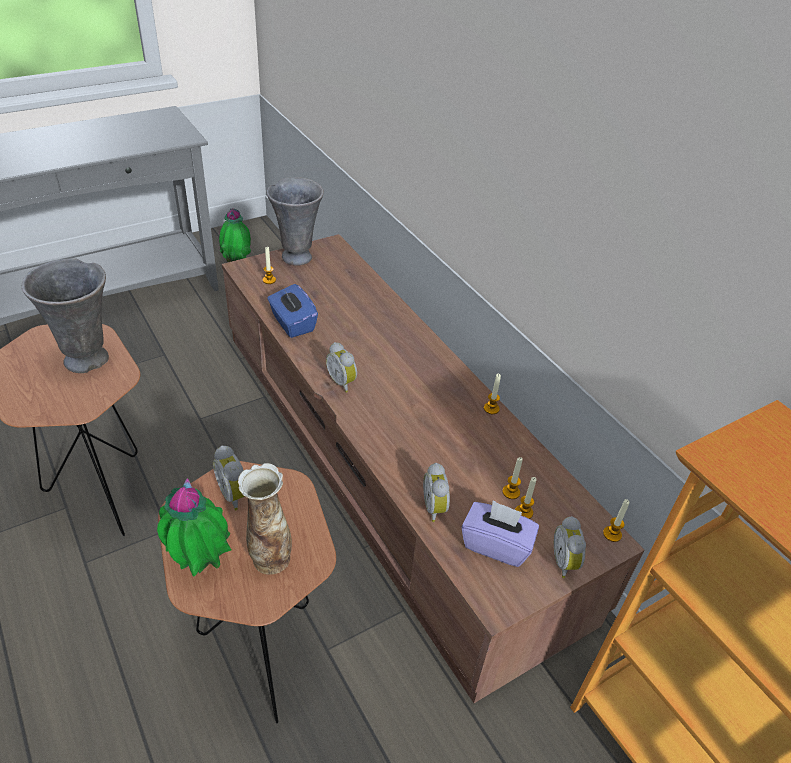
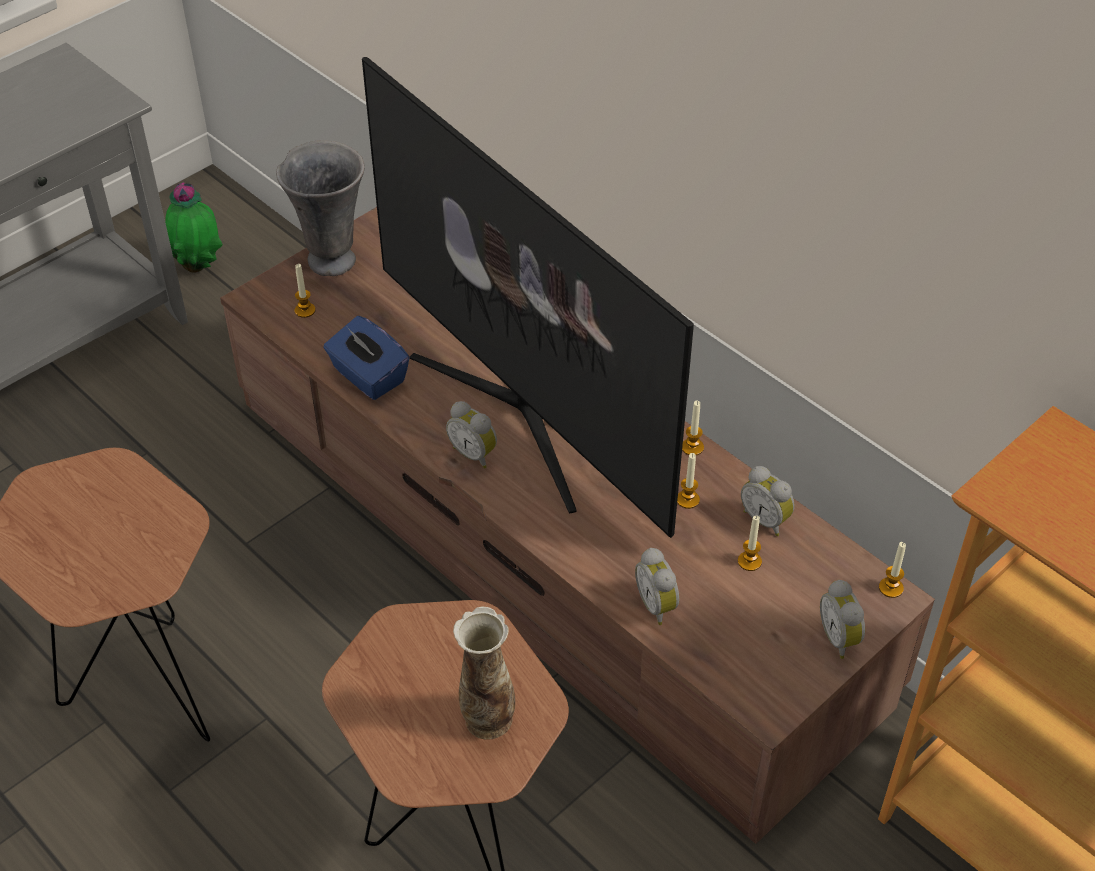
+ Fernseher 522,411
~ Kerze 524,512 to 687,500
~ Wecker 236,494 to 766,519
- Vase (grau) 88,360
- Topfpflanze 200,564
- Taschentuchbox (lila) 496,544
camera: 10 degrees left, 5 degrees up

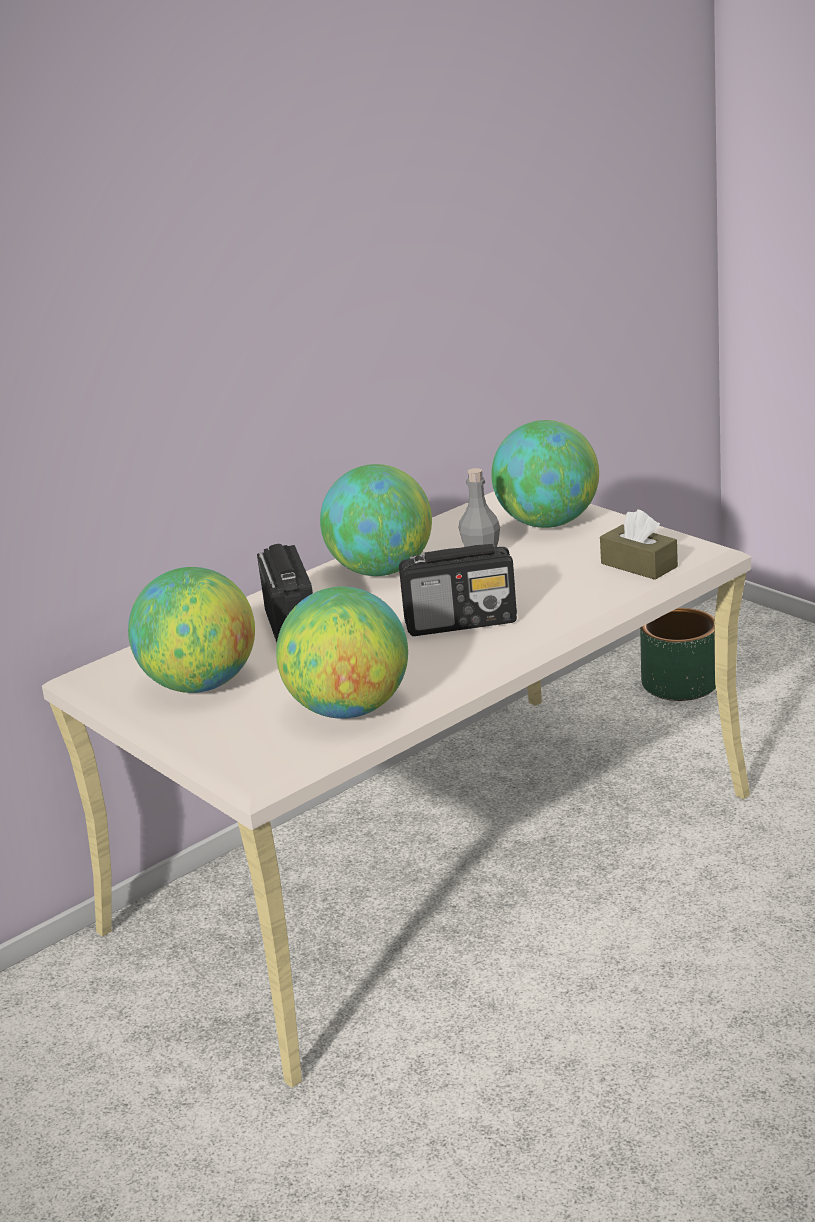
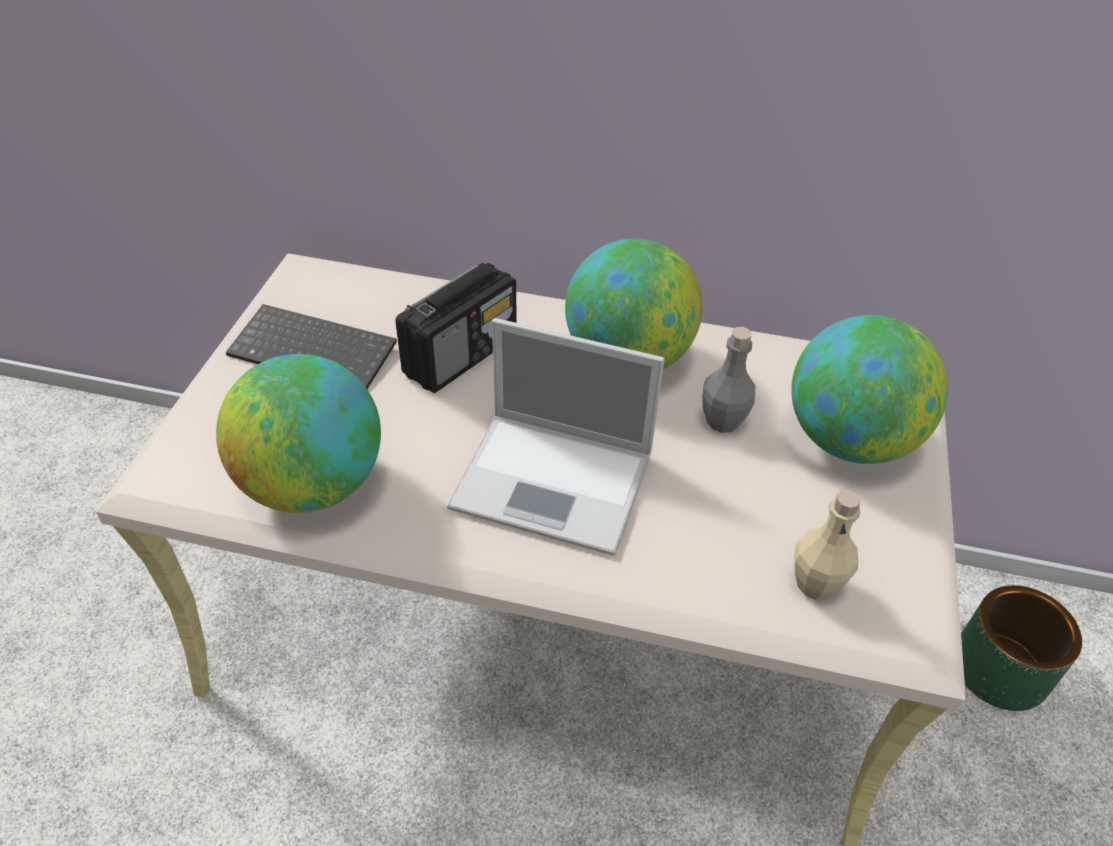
~ Globus 201,684 to Tastatur 316,350
~ Radio 462,622 to Laptop 556,482
~ Taschentuchbox (braun) 639,565 to Flasche (beige) 815,584
camera: 50 degrees right, 20 degrees up

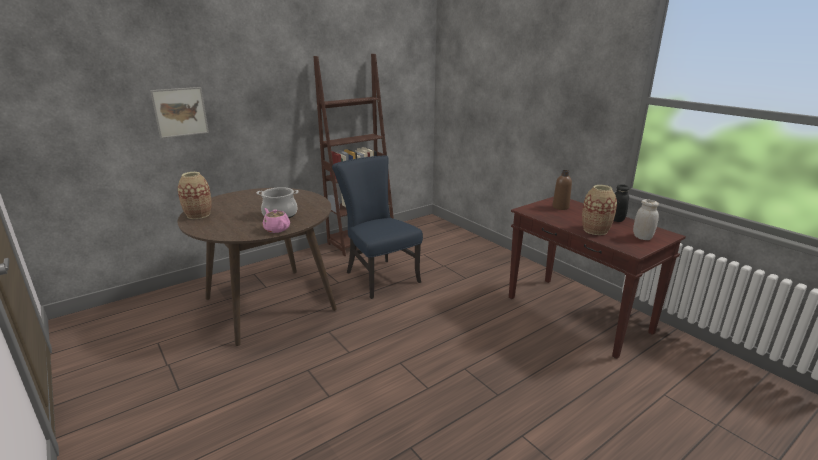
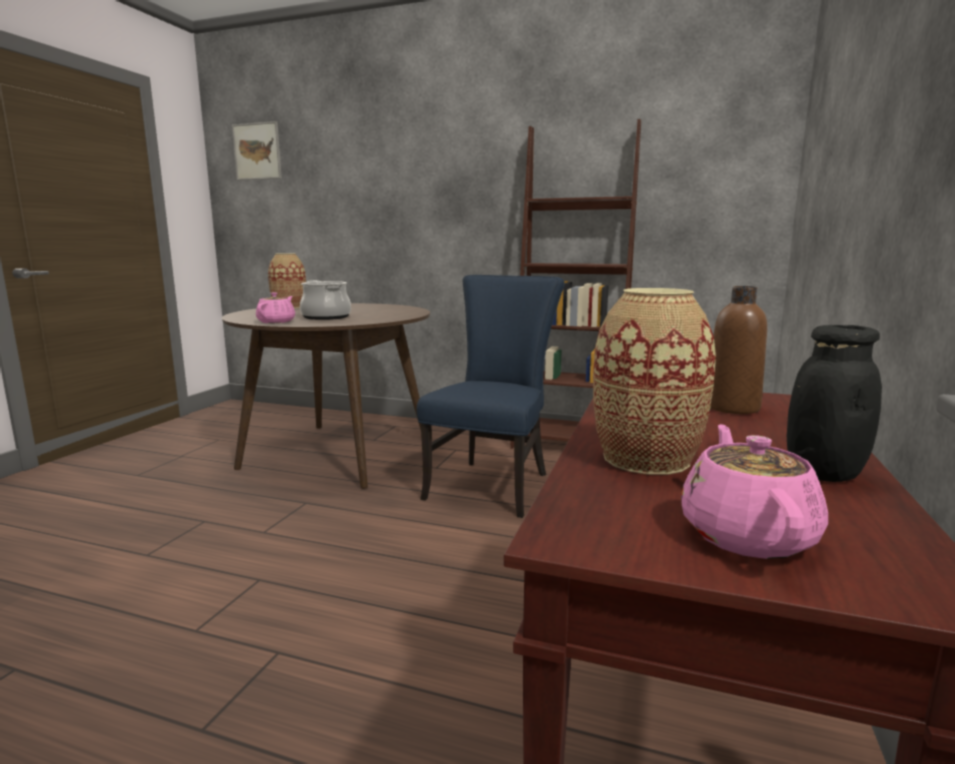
~ Bild 180,112 to 257,151
~ Vorratsglas (weiß) 642,237 to Teekanne (rosa) 746,534
camera: 55 degrees right, 10 degrees down

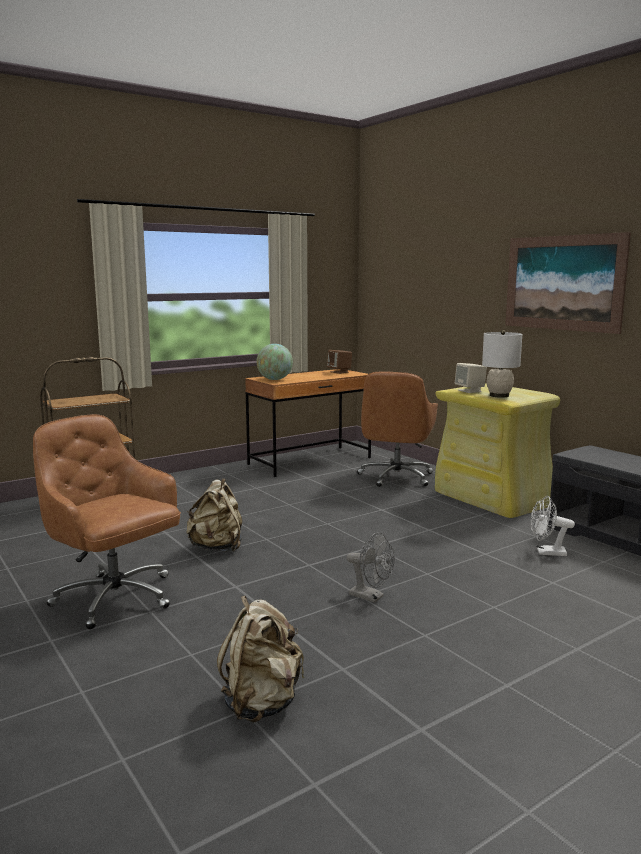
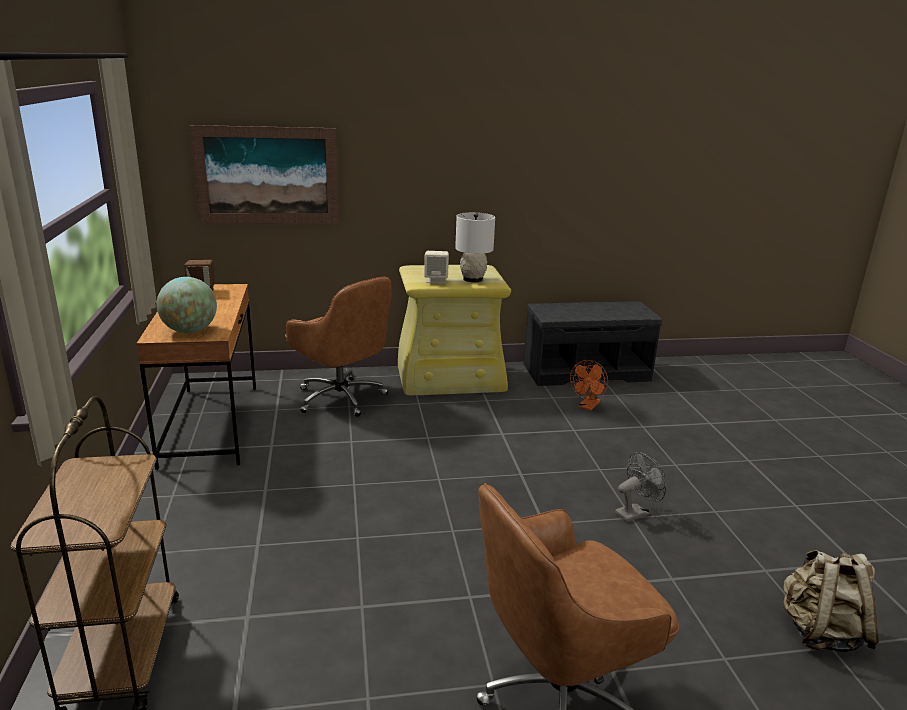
~ Bild 563,283 to 267,175
~ Ventilator (weiß) 546,552 to Ventilator (orange) 587,406
- Rucksack (beige) 217,547
camera: 65 degrees left, 10 degrees up

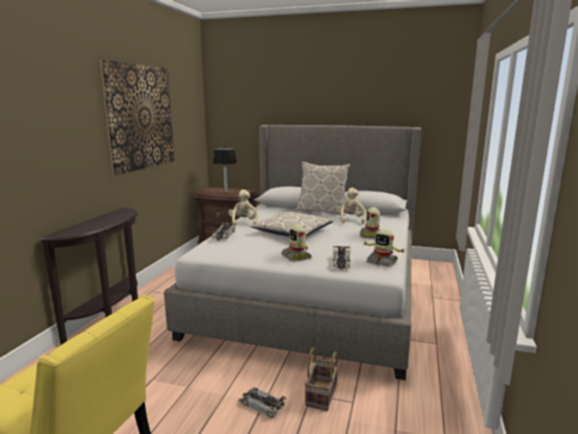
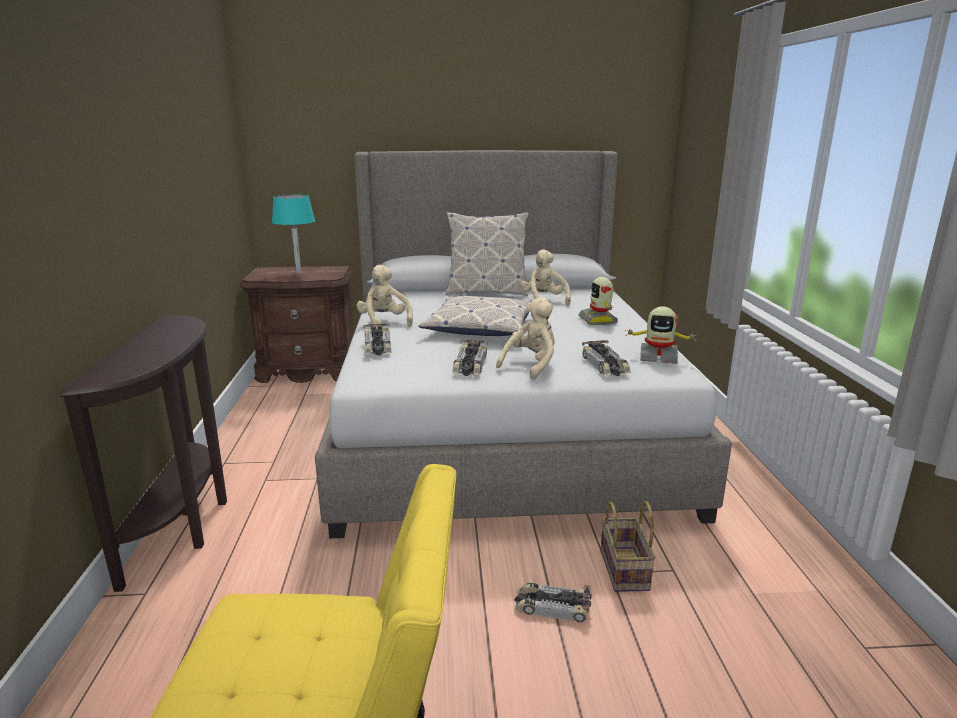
~ Tischlampe (schwarz) 226,191 to Tischlampe (türkis) 298,272
+ Spielzeugauto 470,365
~ Spielzeugroboter 296,256 to Plüschtier (beige) 531,366
- Bild 140,117
camera: 20 degrees left, 5 degrees up

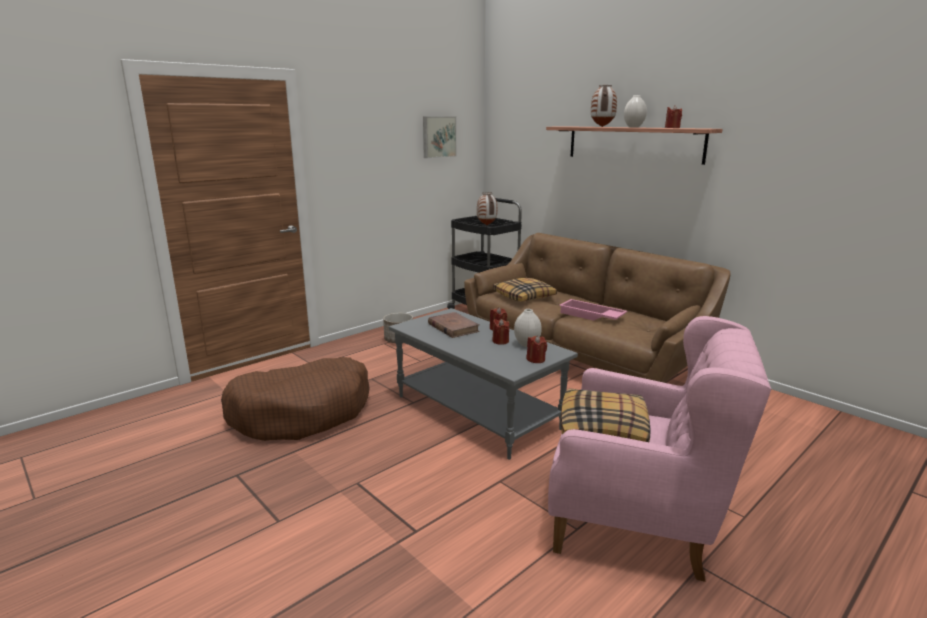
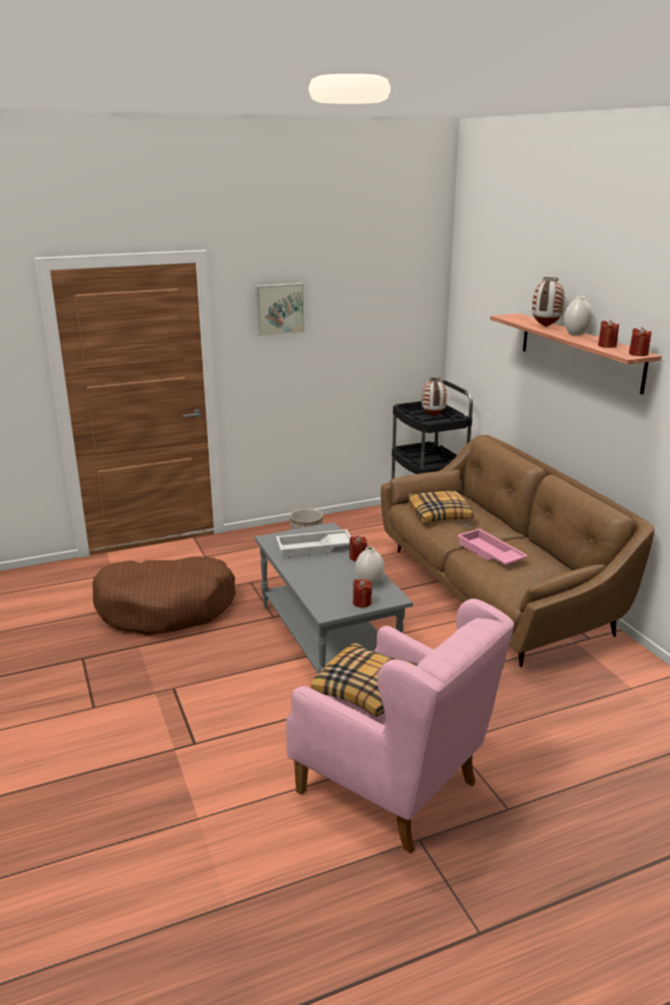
~ Bild 438,137 to 279,308
~ Buch (braun) 453,327 to Tablett (weiß) 314,549
~ Kerze (rot) 500,341 to 638,354
camera: 20 degrees right, 5 degrees up

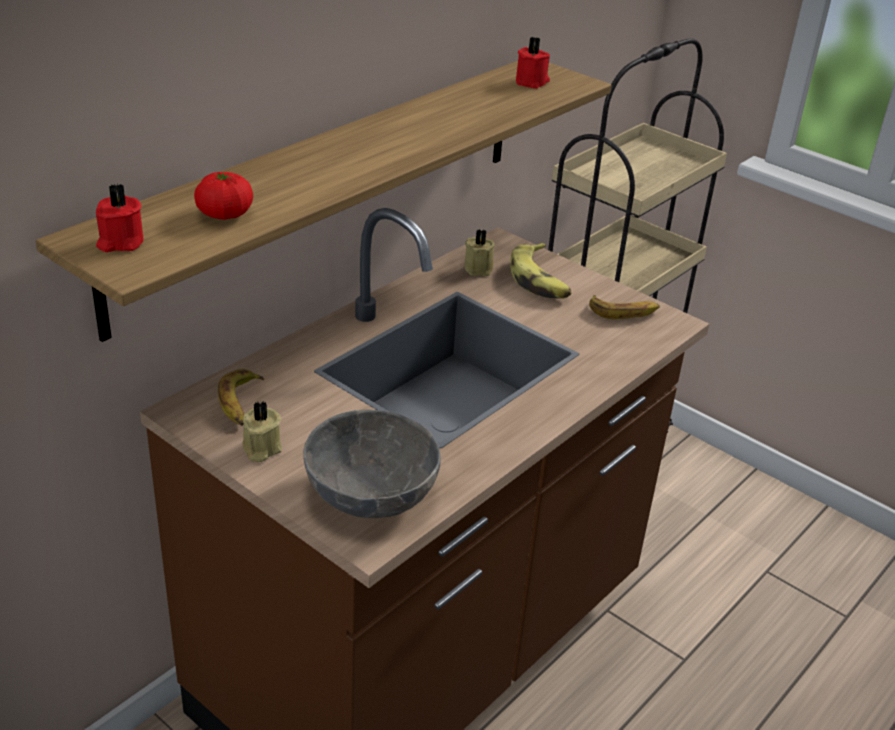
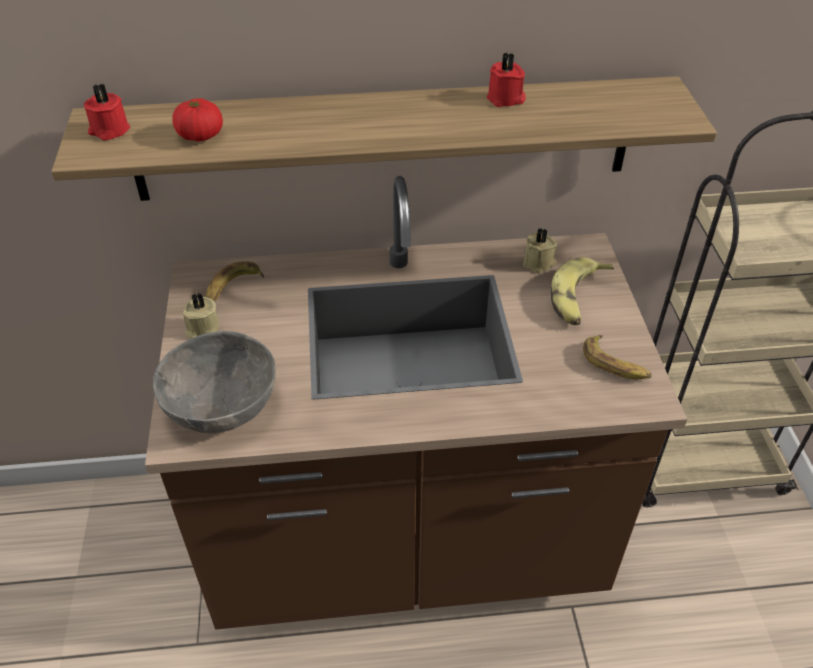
~ Kerze (rot) 532,82 to 506,99
camera: 45 degrees right, 10 degrees up

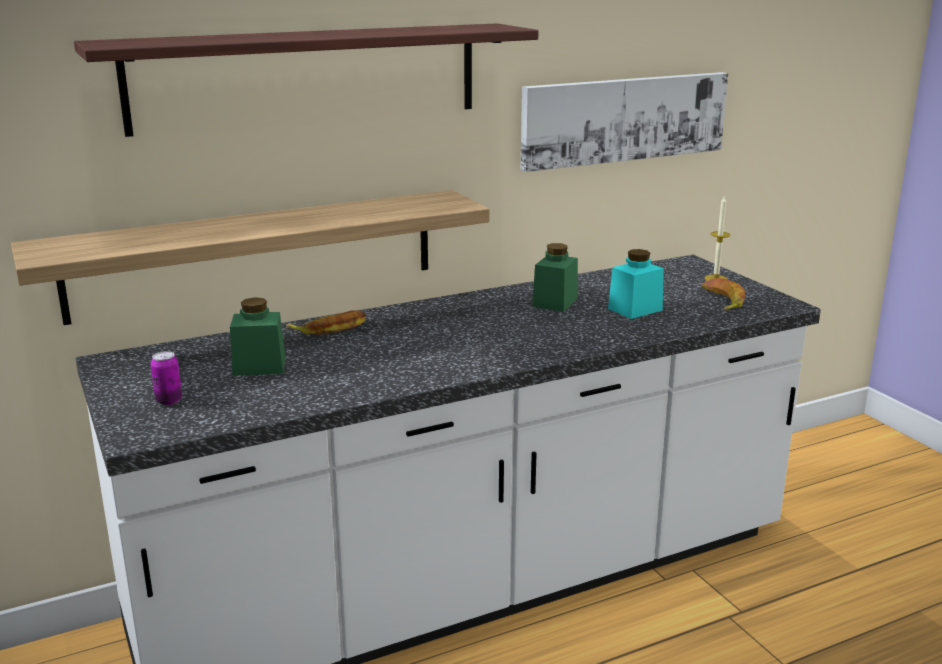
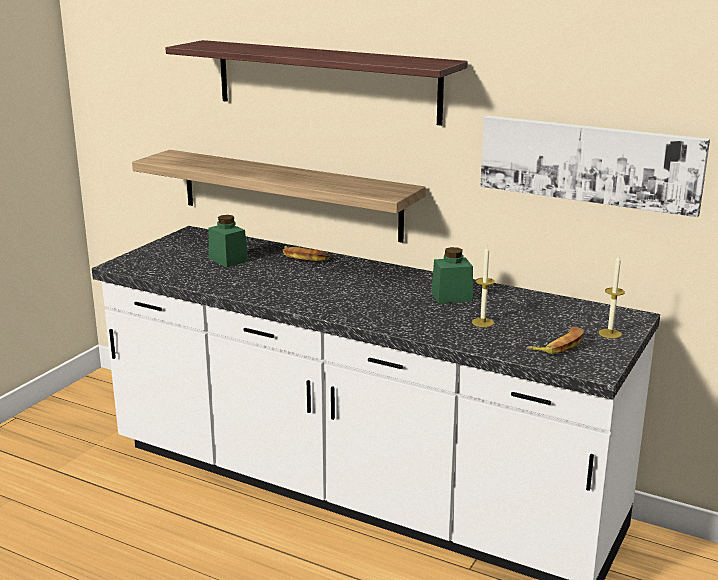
~ Vorratsglas (türkis) 635,309 to Kerze 483,322
- Dose 169,401
camera: 55 degrees right, 0 degrees up

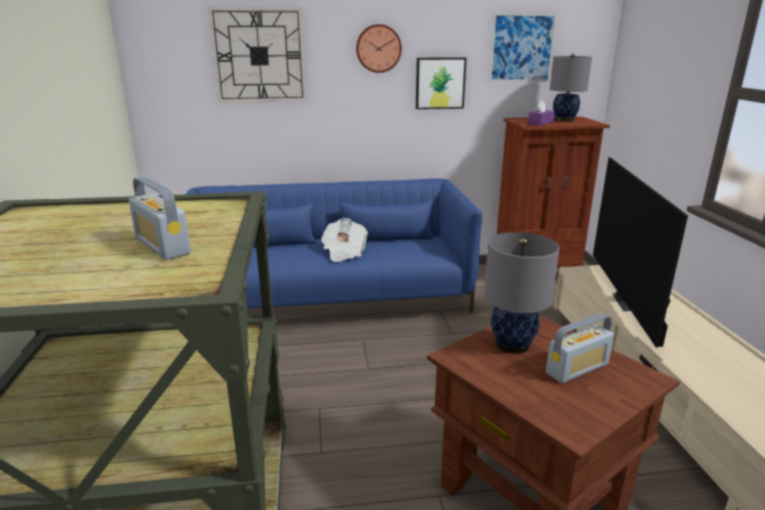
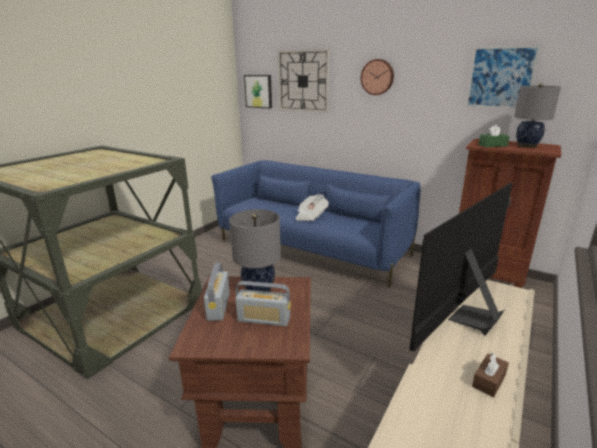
~ Radio 162,246 to 218,306
~ Bild 440,83 to 259,91
+ Taschentuchbox (braun) 489,381
~ Taschentuchbox (lila) 540,123 to Taschentuchbox (grün) 492,145
camera: 40 degrees right, 0 degrees up

